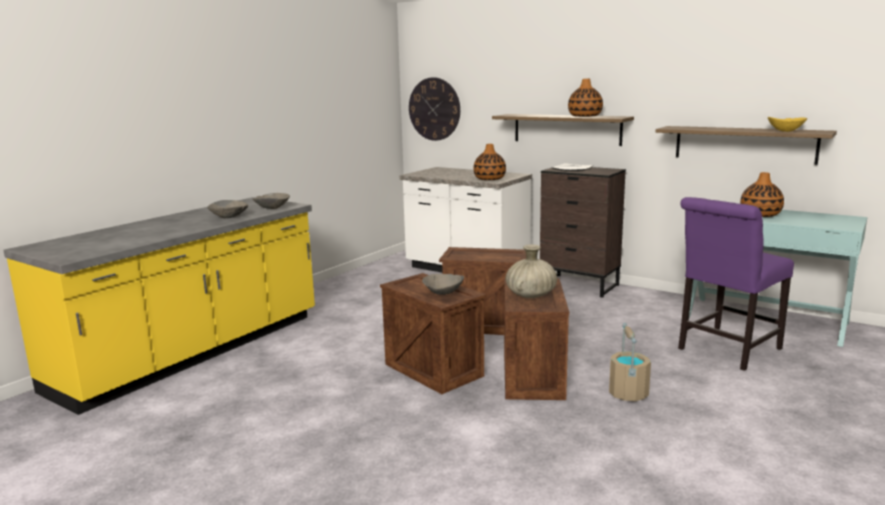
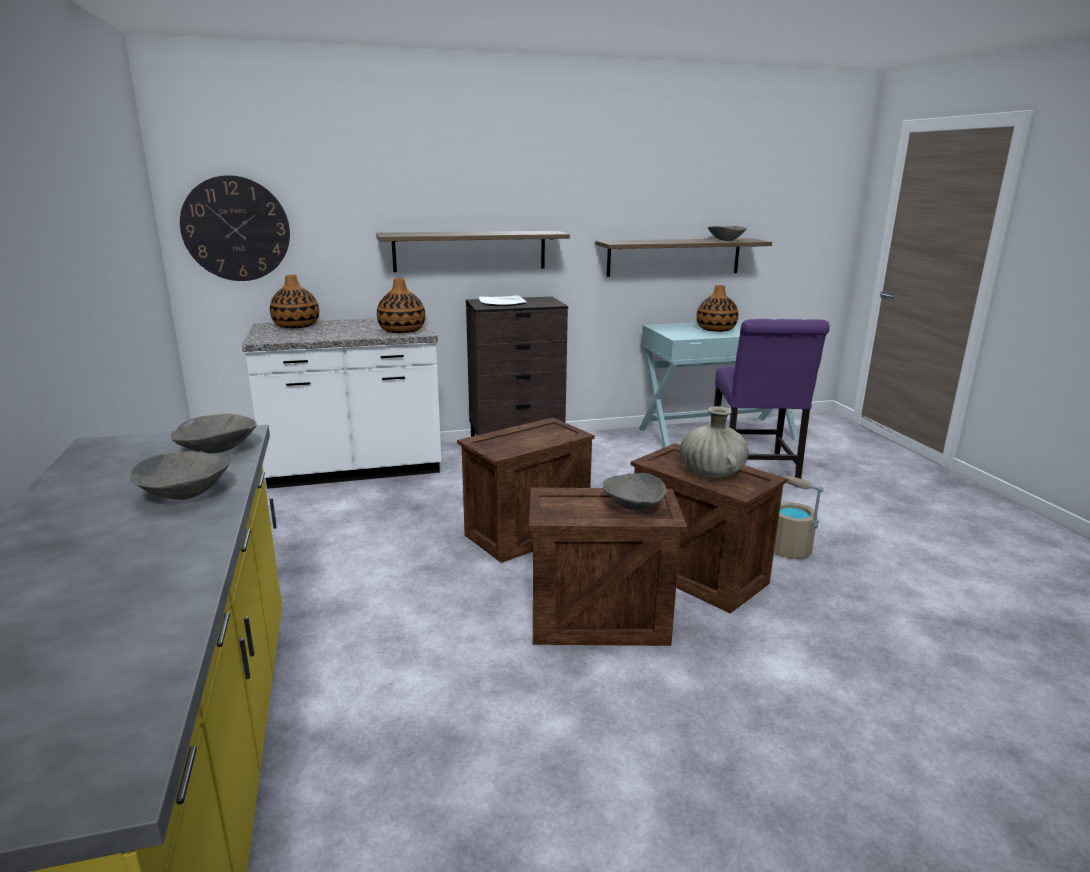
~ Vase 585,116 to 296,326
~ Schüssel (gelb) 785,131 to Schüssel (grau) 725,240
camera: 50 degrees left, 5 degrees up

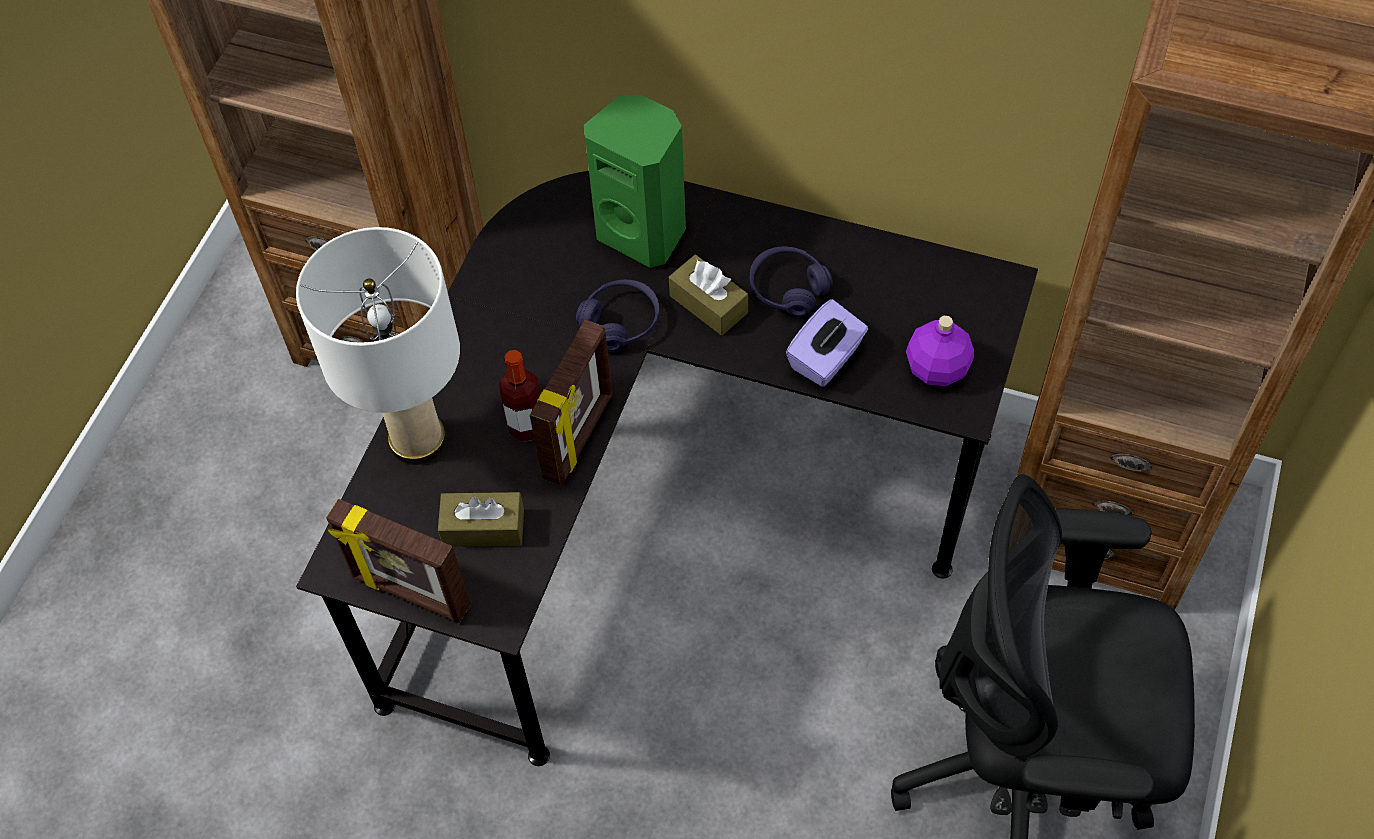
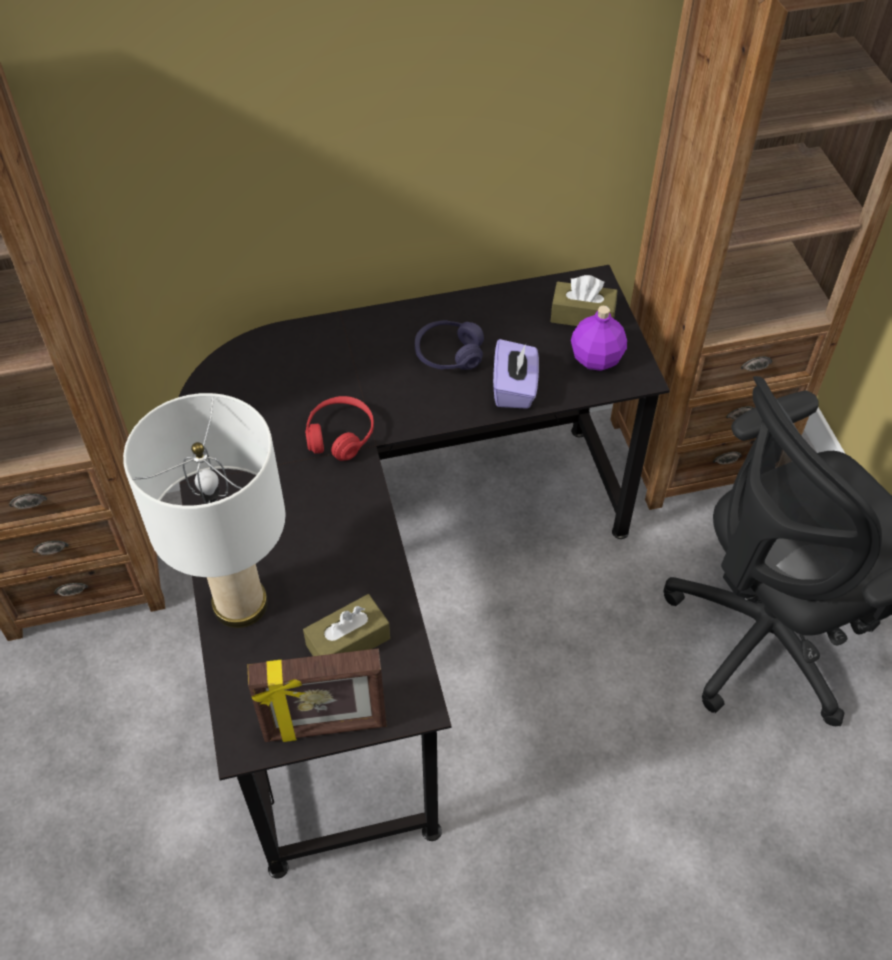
~ Kopfhörer (lila) 620,322 to Kopfhörer (rot) 340,435
~ Taschentuchbox (braun) 708,304 to 582,315
- Flasche 527,426
- Bilderrahmen 580,437
- Lautsprecher (grün) 644,232
camera: 35 degrees left, 5 degrees down

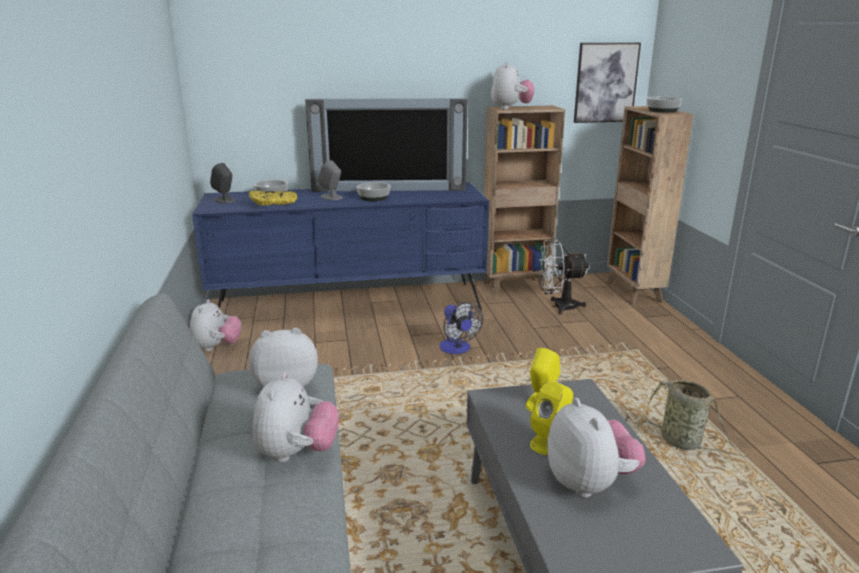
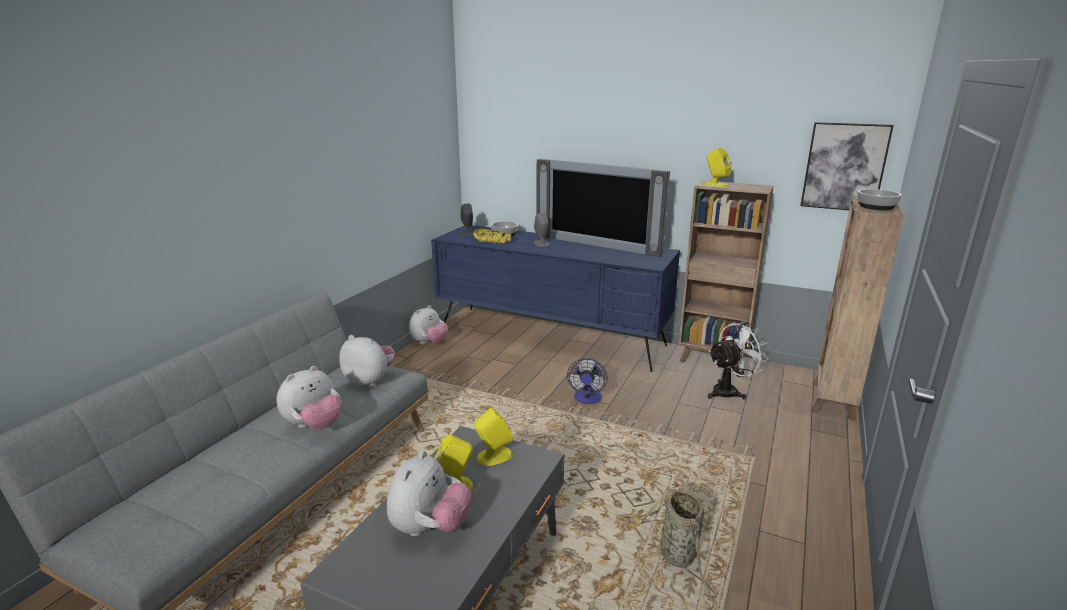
~ Plüschtier 510,108 to Lautsprecher (gelb) 716,184
~ Ventilator (weiß) 558,306 = 729,391 120 degrees clockwise
- Schüssel 374,198
camera: 35 degrees right, 0 degrees up

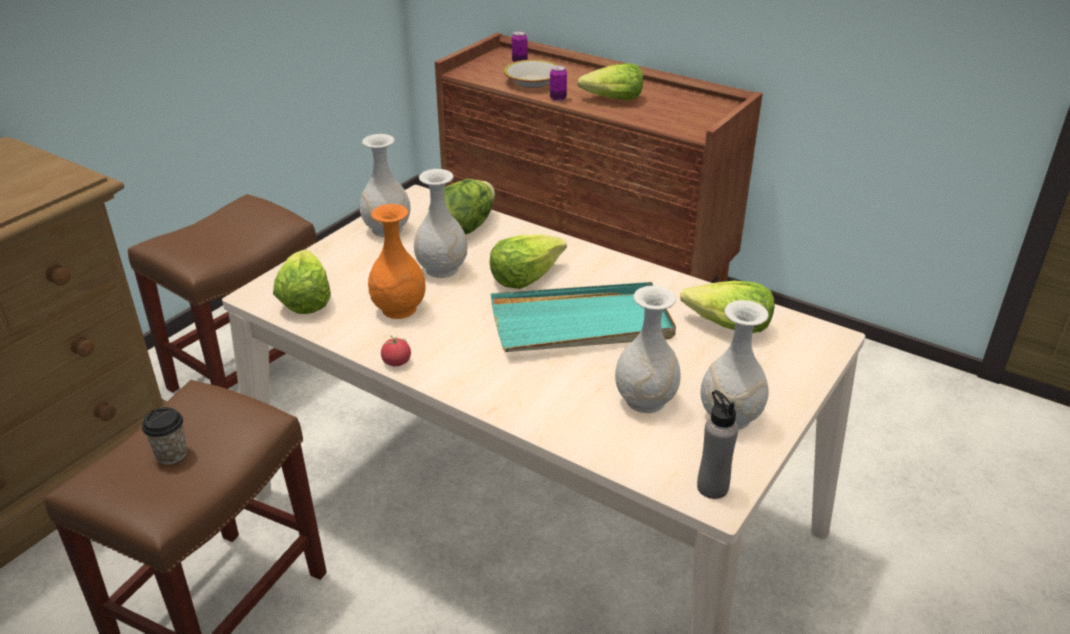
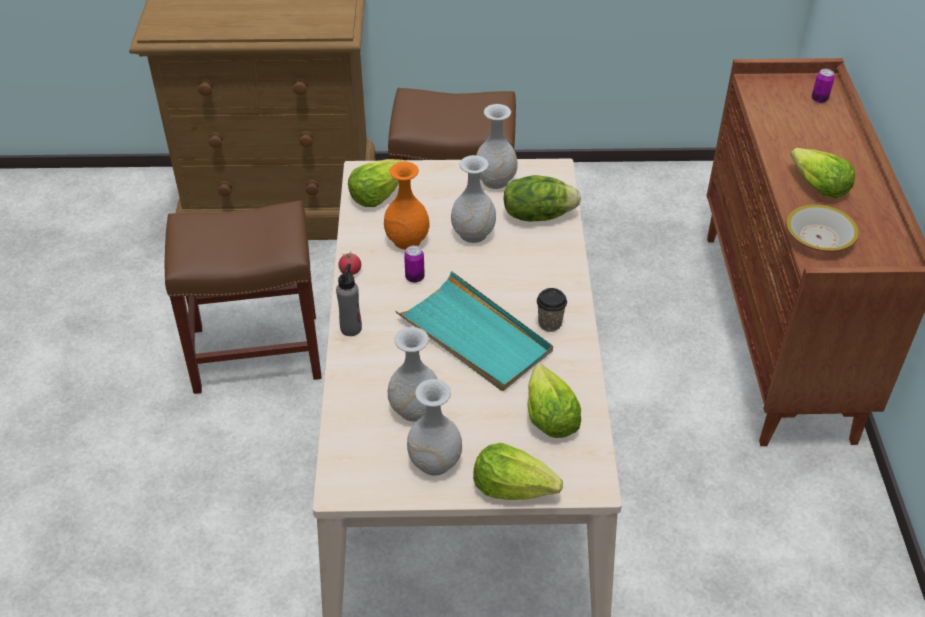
~ Flasche (grau) 712,487 to 351,328
~ Dose 558,98 to 415,277
~ Salatkopf 525,276 to 513,487
~ Tasse 171,454 to 550,323
~ Schüssel 532,82 to 818,238
camera: 55 degrees right, 10 degrees up

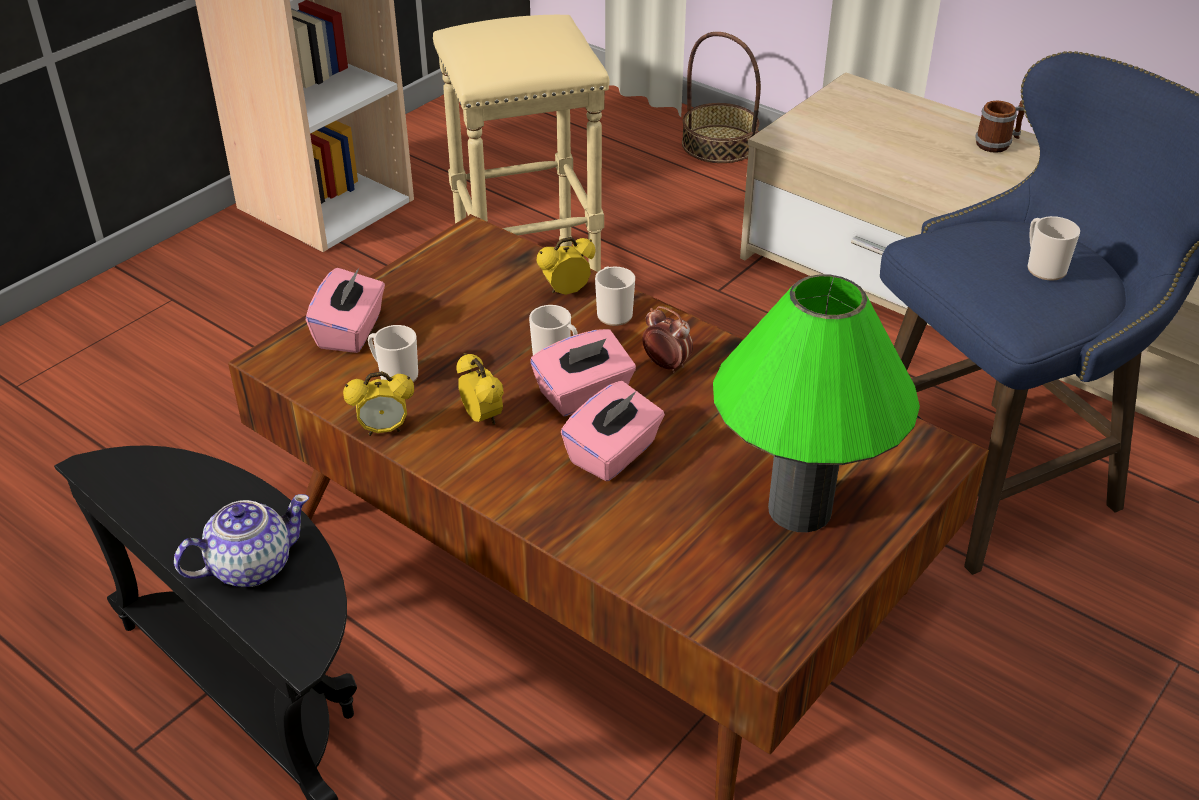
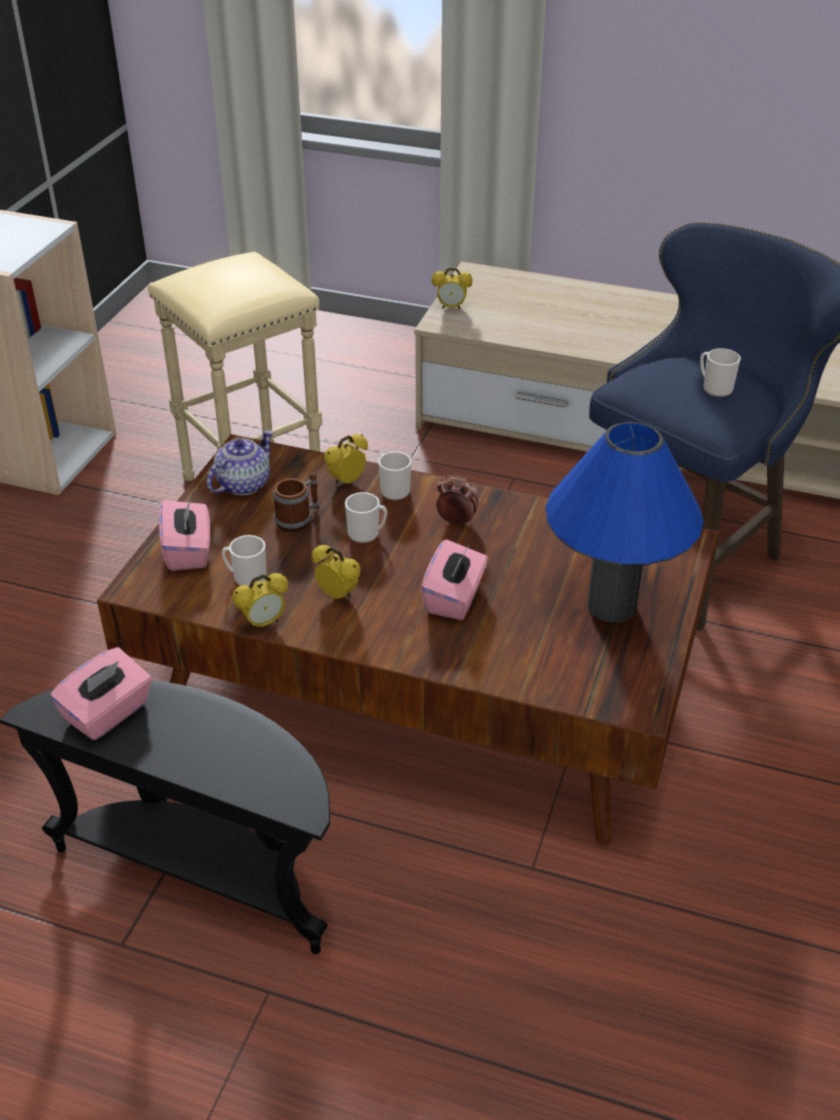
~ Taschentuchbox (rosa) 584,395 to 108,713
~ Teekanne 250,566 to 242,484
~ Henkelbecher 998,143 to 299,519
+ Wecker 451,307
~ Tischlampe (grün) 799,510 to Tischlampe (blau) 611,606
- Korb 719,144
camera: 20 degrees left, 0 degrees up

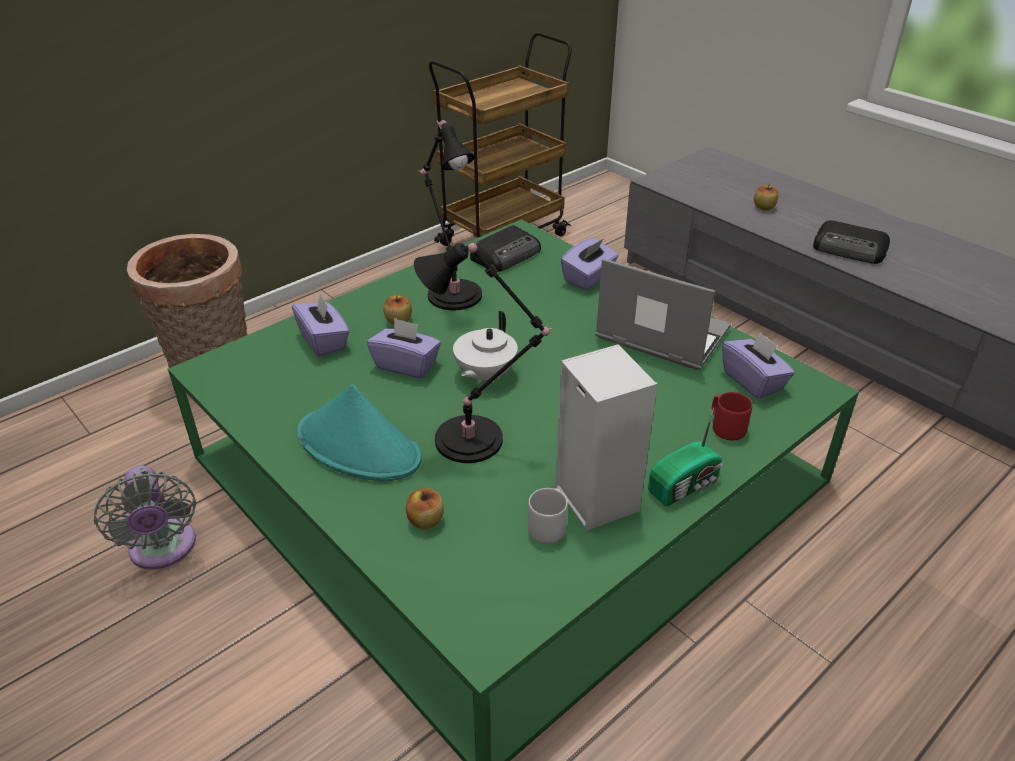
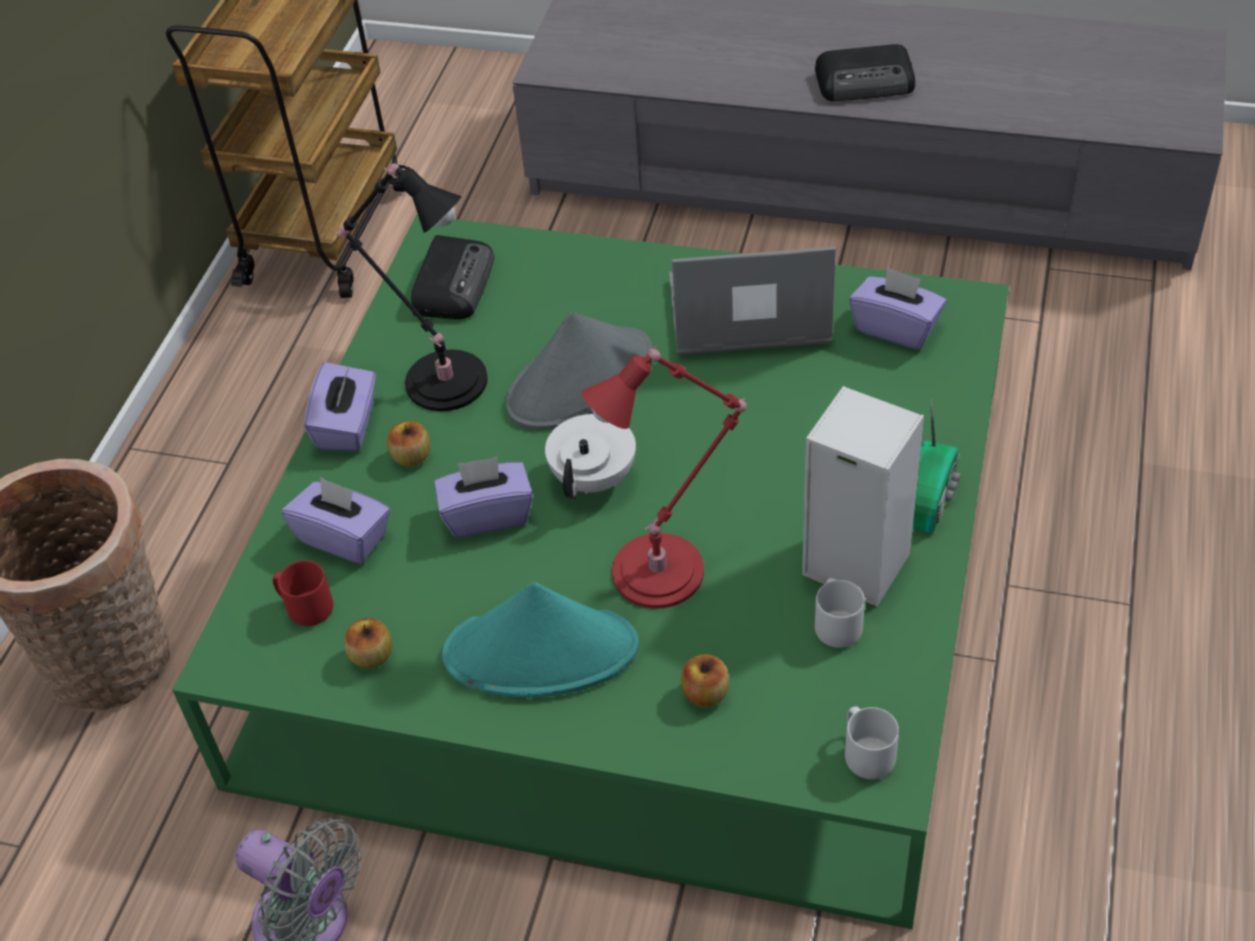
~ Henkelbecher (rot) 726,427 to 305,607
~ Taschentuchbox (lila) 588,278 to 348,426
~ Apfel 763,207 to 371,656
+ Hut (grau) 580,381
~ Teekanne (weiß) 484,375 = 595,477 150 degrees counterclockwise
~ Tischlampe (schwarz) 475,440 to Tischlampe (rot) 665,568
+ Henkelbecher (grau) 866,753
camera: 30 degrees left, 10 degrees up

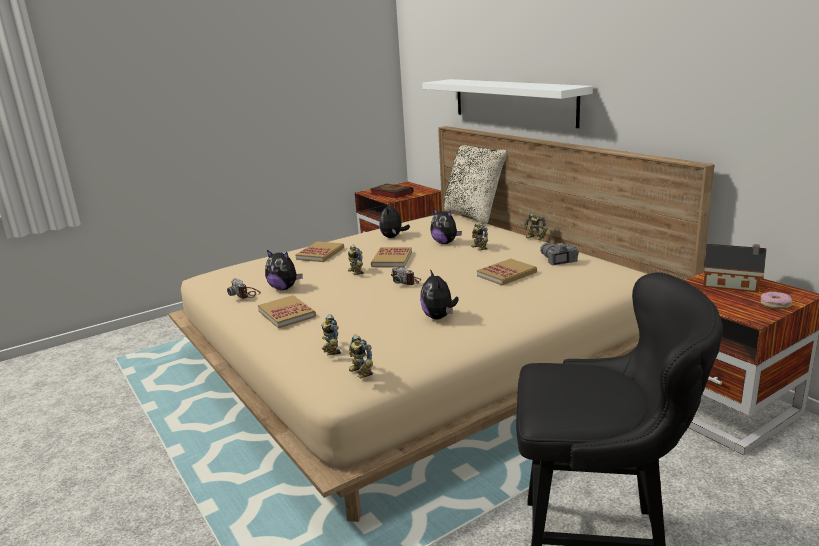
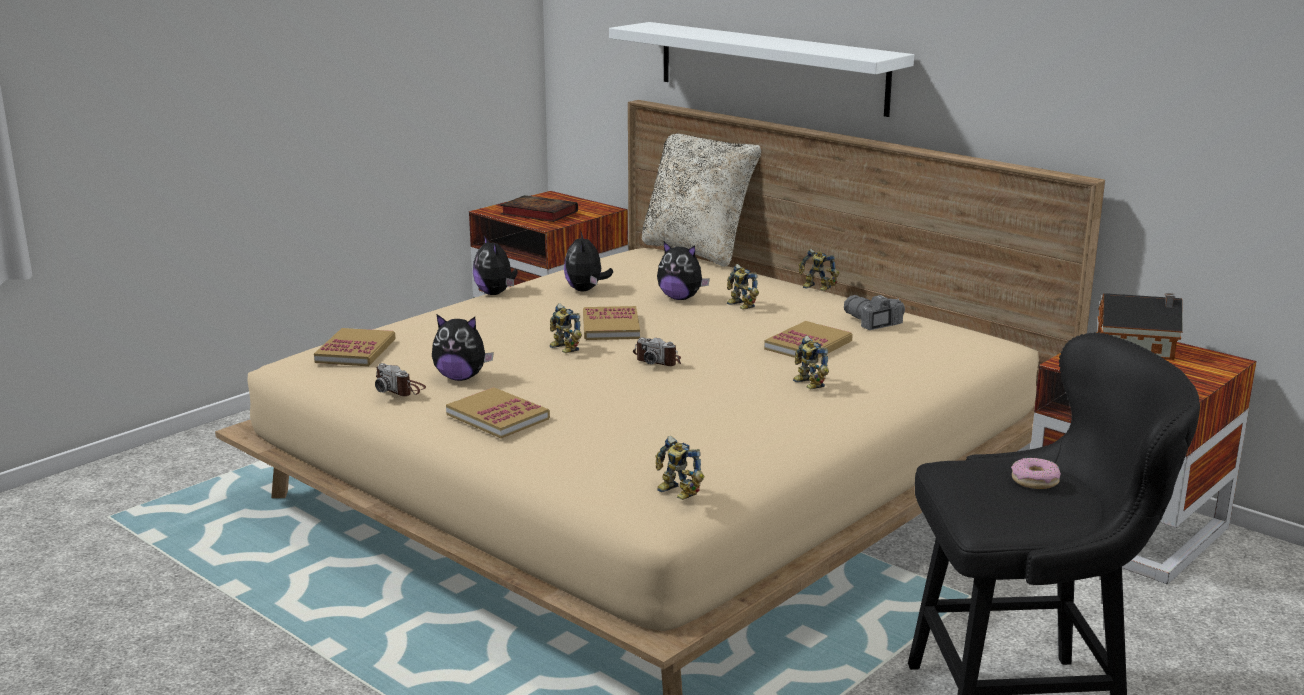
~ Buch 320,254 to 356,351
~ Plüschtier 439,317 to 496,293
~ Spielzeugroboter 330,351 to 807,384
~ Donut 775,304 to 1035,480
camera: 15 degrees left, 0 degrees up

